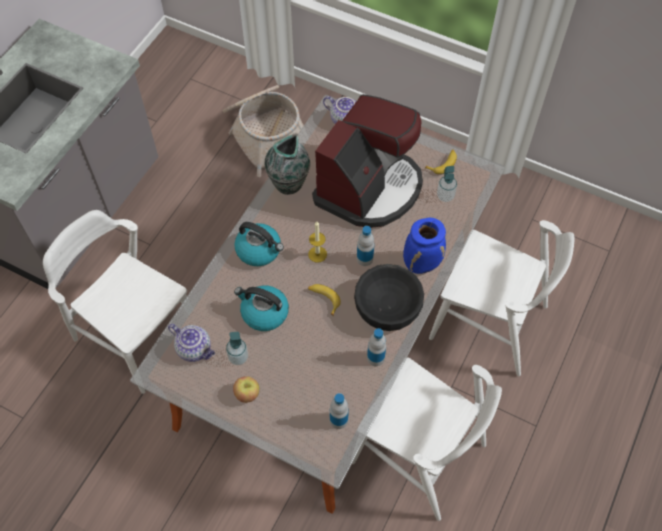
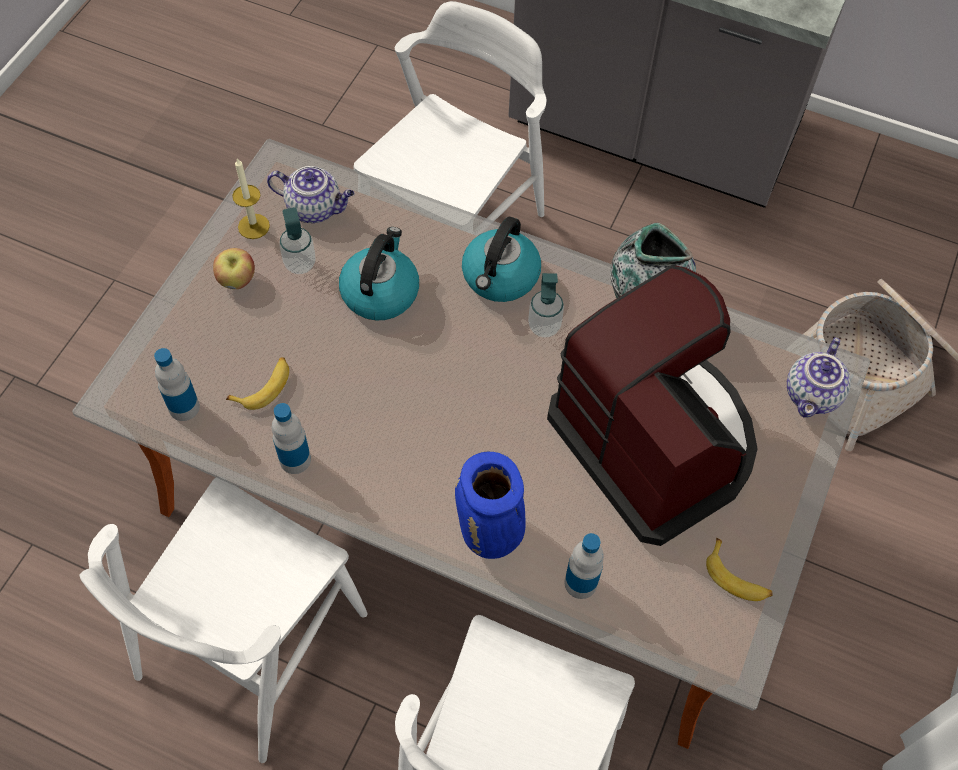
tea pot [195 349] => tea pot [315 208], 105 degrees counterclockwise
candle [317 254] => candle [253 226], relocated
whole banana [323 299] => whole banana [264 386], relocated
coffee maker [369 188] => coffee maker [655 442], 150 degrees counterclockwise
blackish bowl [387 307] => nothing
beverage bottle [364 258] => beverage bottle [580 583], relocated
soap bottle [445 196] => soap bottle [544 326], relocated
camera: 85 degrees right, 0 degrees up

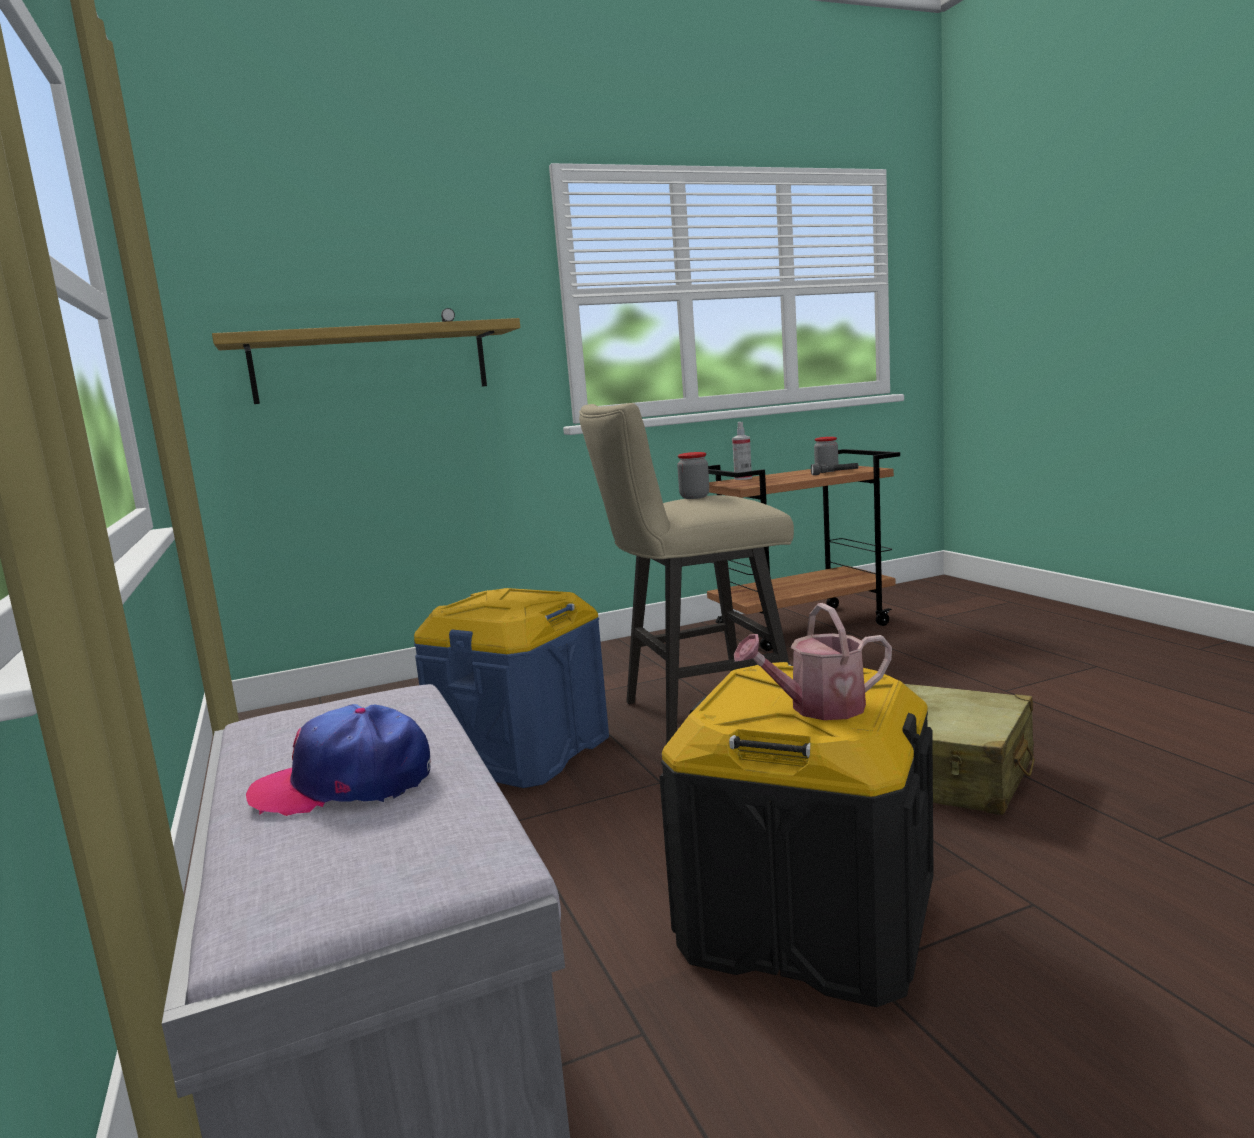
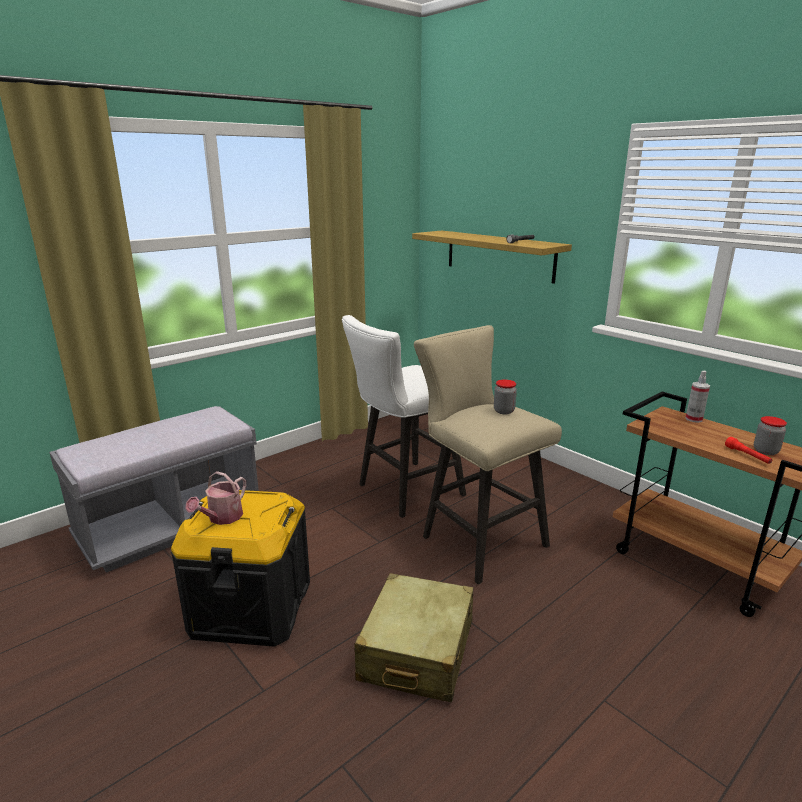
baseball cap [345 783] => nothing
blue-coloured storage container [521 751] => white sitting stool [404 491]
sprinkling can [818 708] => sprinkling can [222 518], 120 degrees counterclockwise
grey hand torch [835 473] => reddish hand torch [747 456]
camera: 70 degrees right, 10 degrees up

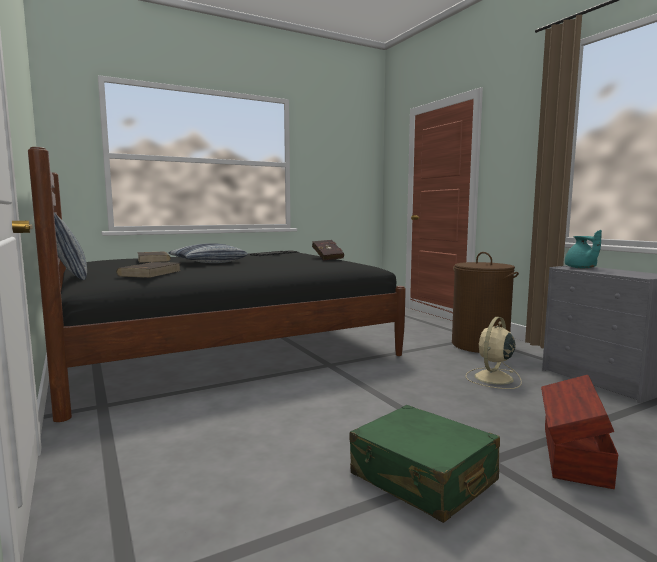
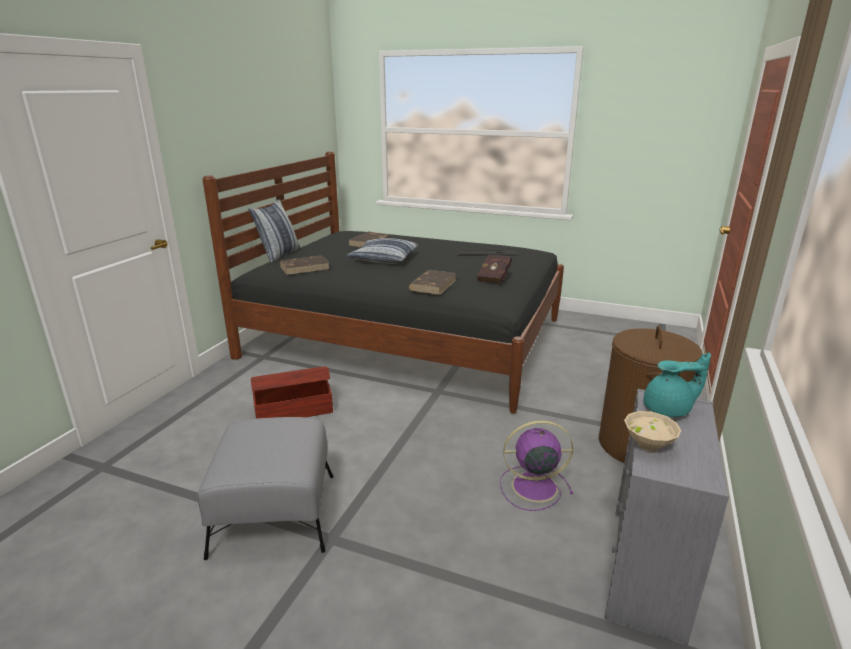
green-coloured piece of luggage [422 478] => grey pouffe [274 514]
beige-coloured cooling fan [493 378] => purplish cooling fan [532 487]
brown-coloured storage container [573 455] => brown-coloured storage container [293 409], relocated
turquoise tea pot [581 268] => turquoise tea pot [669 410], 135 degrees counterclockwise
nothing => brown-coloured book [433 285]
nothing => beige-coloured bowl [649 445]
camera: 50 degrees right, 15 degrees up

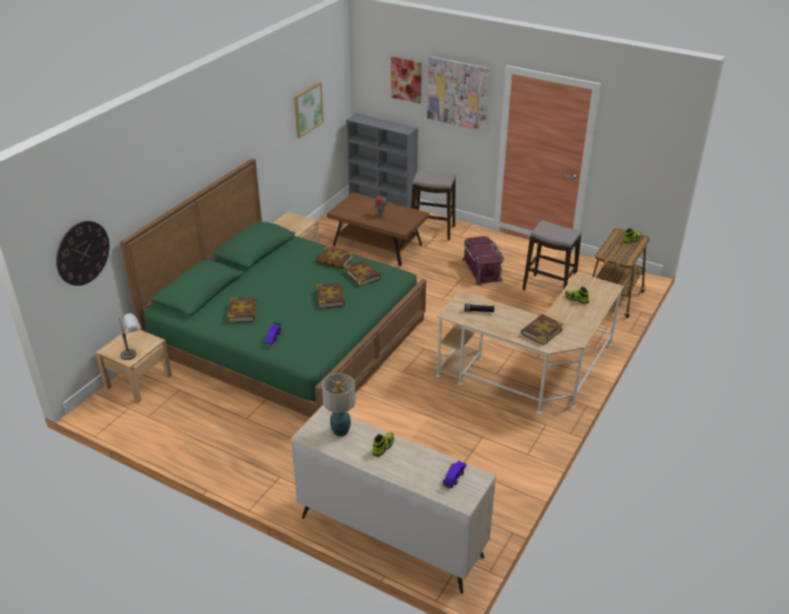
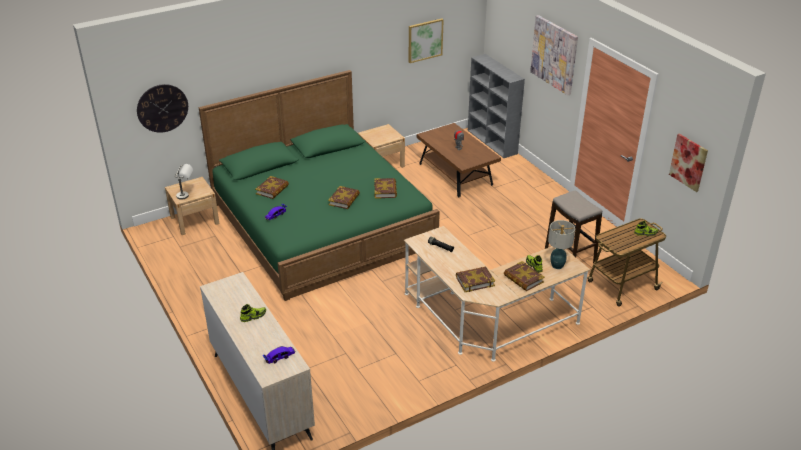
book [334 260] => book [523 279], relocated
tabletop lamp [340 431] => tabletop lamp [557 265], relocated
wall picture [406 79] => wall picture [688 162], relocated
sitting stool [432 231] => nothing
reddish storage container [482 269] => nothing
camera: 30 degrees right, 0 degrees up

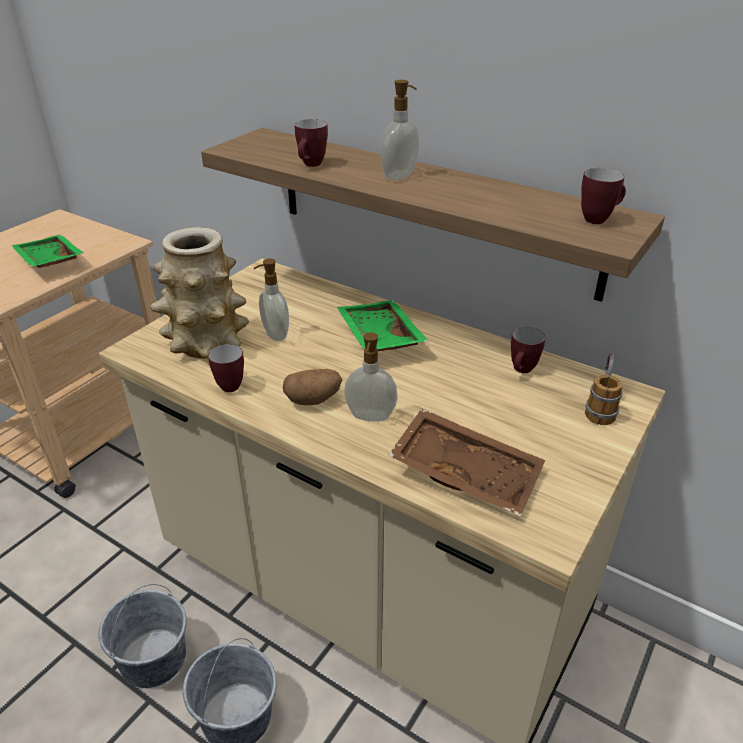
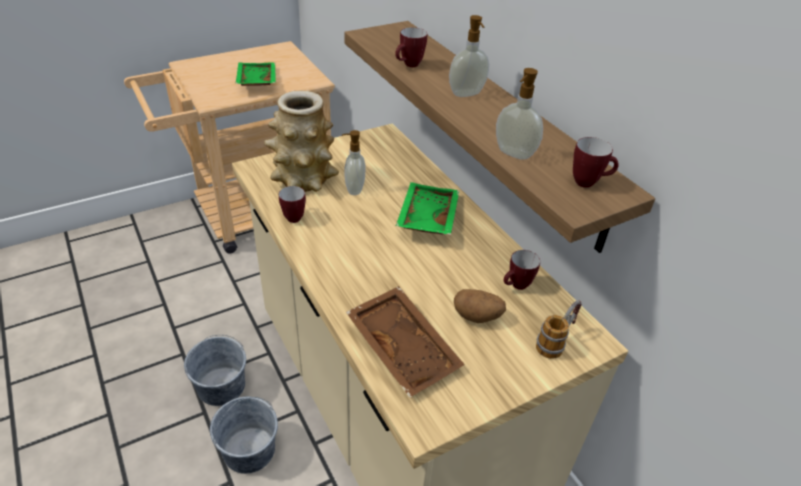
potato [313 400] => potato [477 316], relocated
soap bottle [370 417] => soap bottle [513 154], relocated
camera: 25 degrees right, 5 degrees up

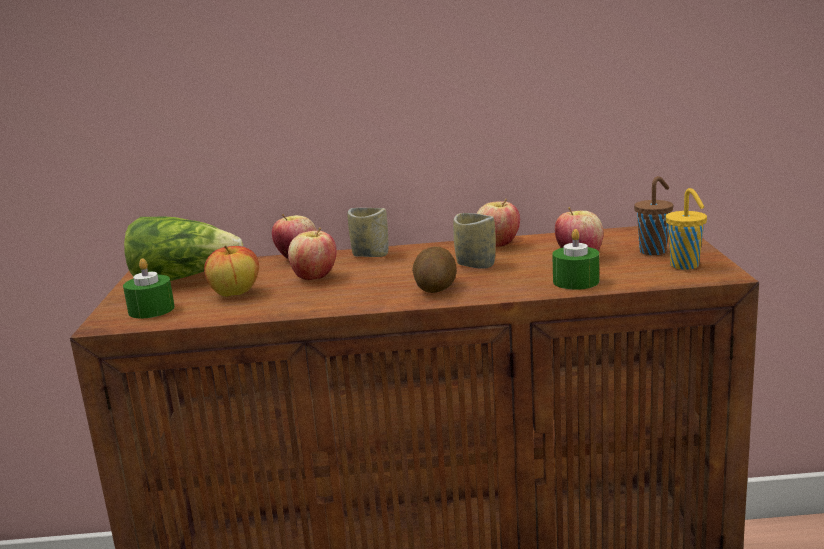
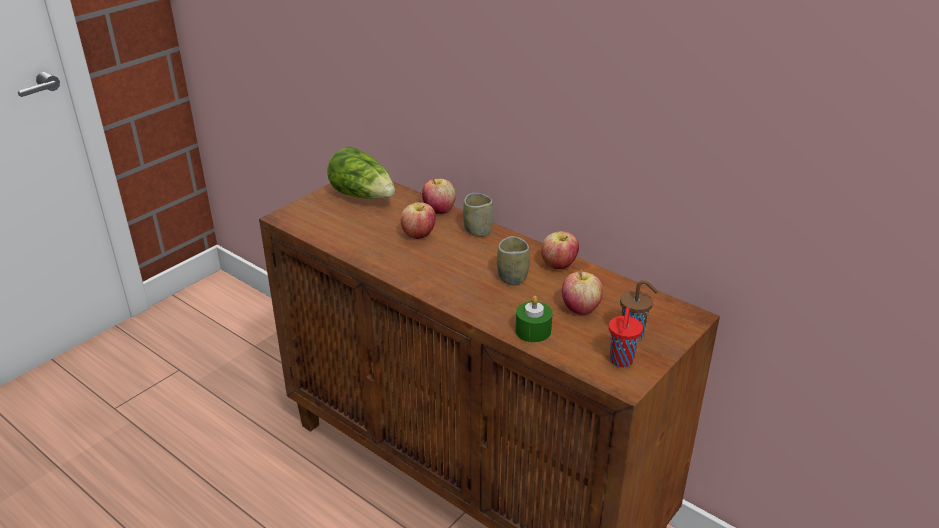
green-coloured candle [151 310] => nothing
whole apple [235 293] => nothing
potato [435 287] => nothing
yellow-coloured cup [686 266] => reddish cup [621 361]
camera: 40 degrees right, 15 degrees up

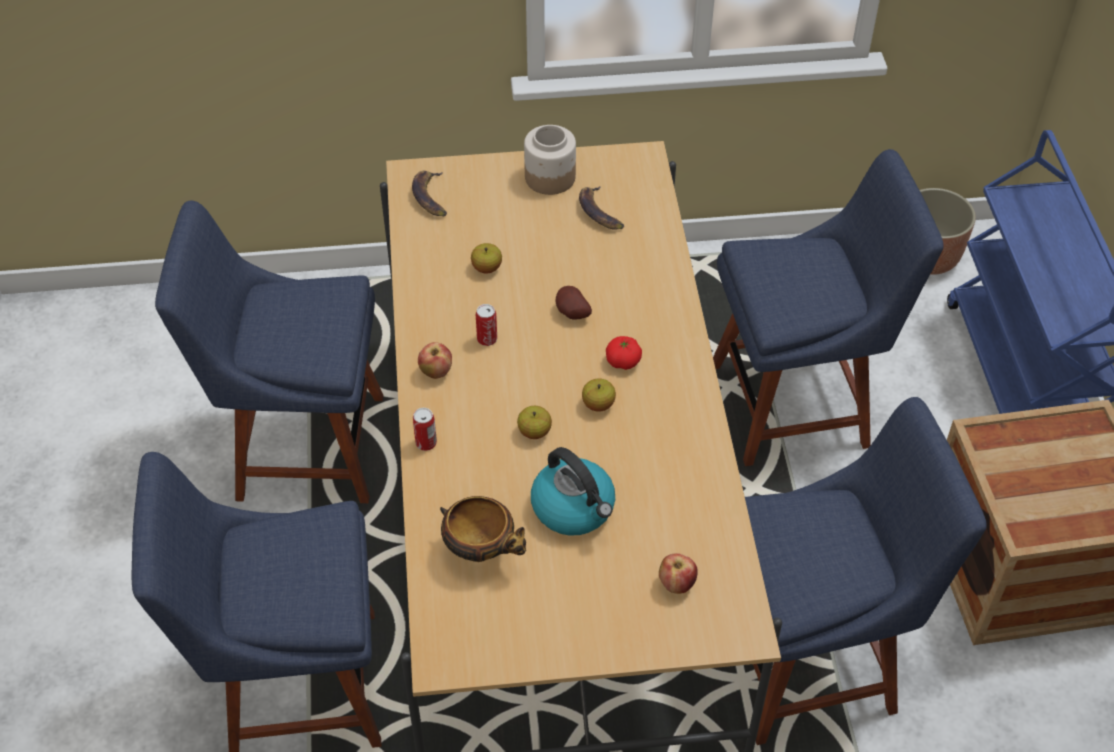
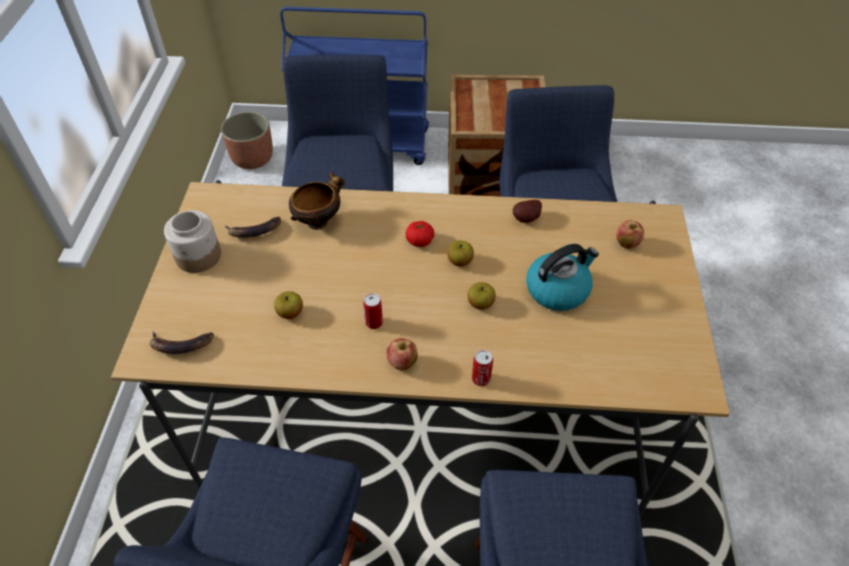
bowl [482 551] => bowl [319 221], relocated
potato [571 314] => potato [527 219], relocated
camera: 80 degrees left, 0 degrees up

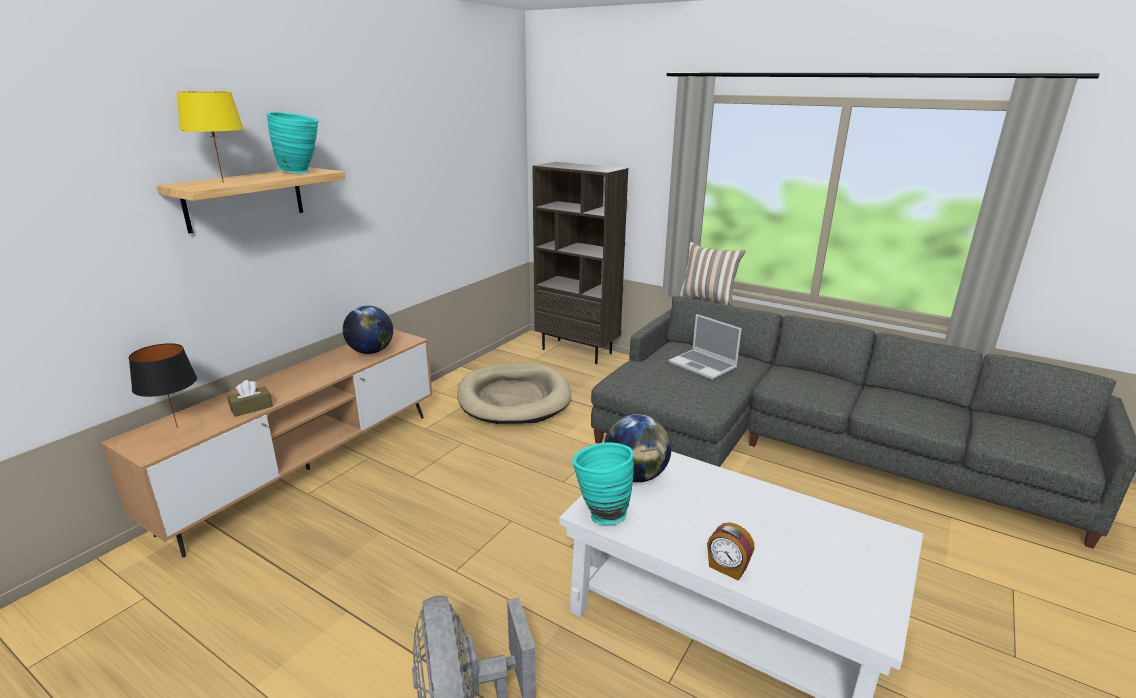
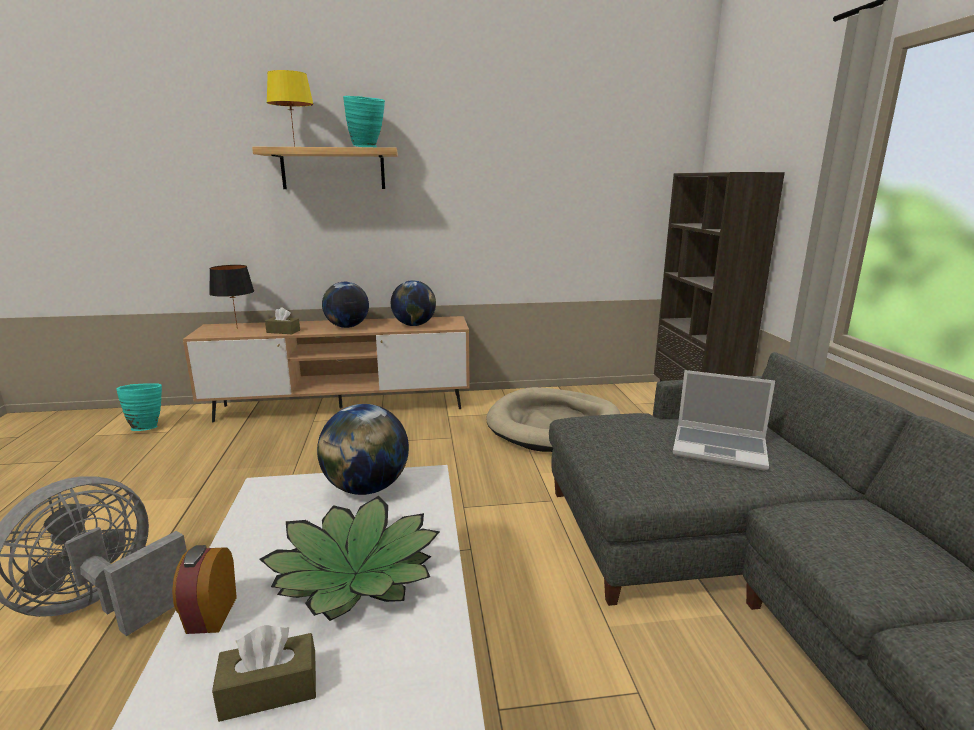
turquoise flower vase [600 513] => turquoise flower vase [147 427], relocated
laptop [703 366] => laptop [720 448], 75 degrees counterclockwise
pillow [708 298] => nothing
nothing => brown-coloured tissue box [269 690]
nothing => potted plant [355 574]
nothing => desk globe [347 327]
camera: 50 degrees right, 5 degrees down

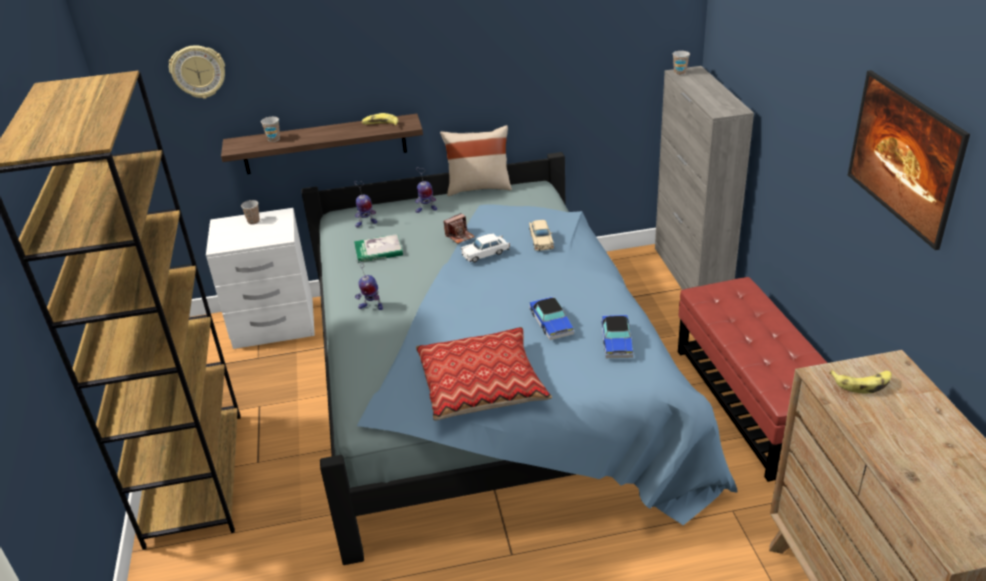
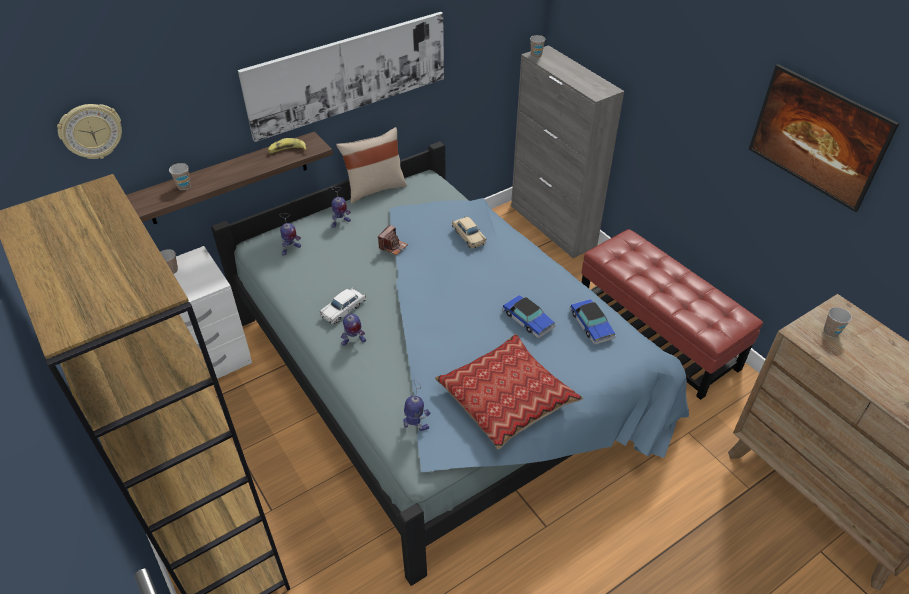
book [378 251] => nothing
white model car [485 253] => white model car [343 309], relocated
whole banana [862 383] => cup [831 332]
nothing => wall picture [348 73]
nothing => robot figure [416 425]
camera: 25 degrees left, 10 degrees up

